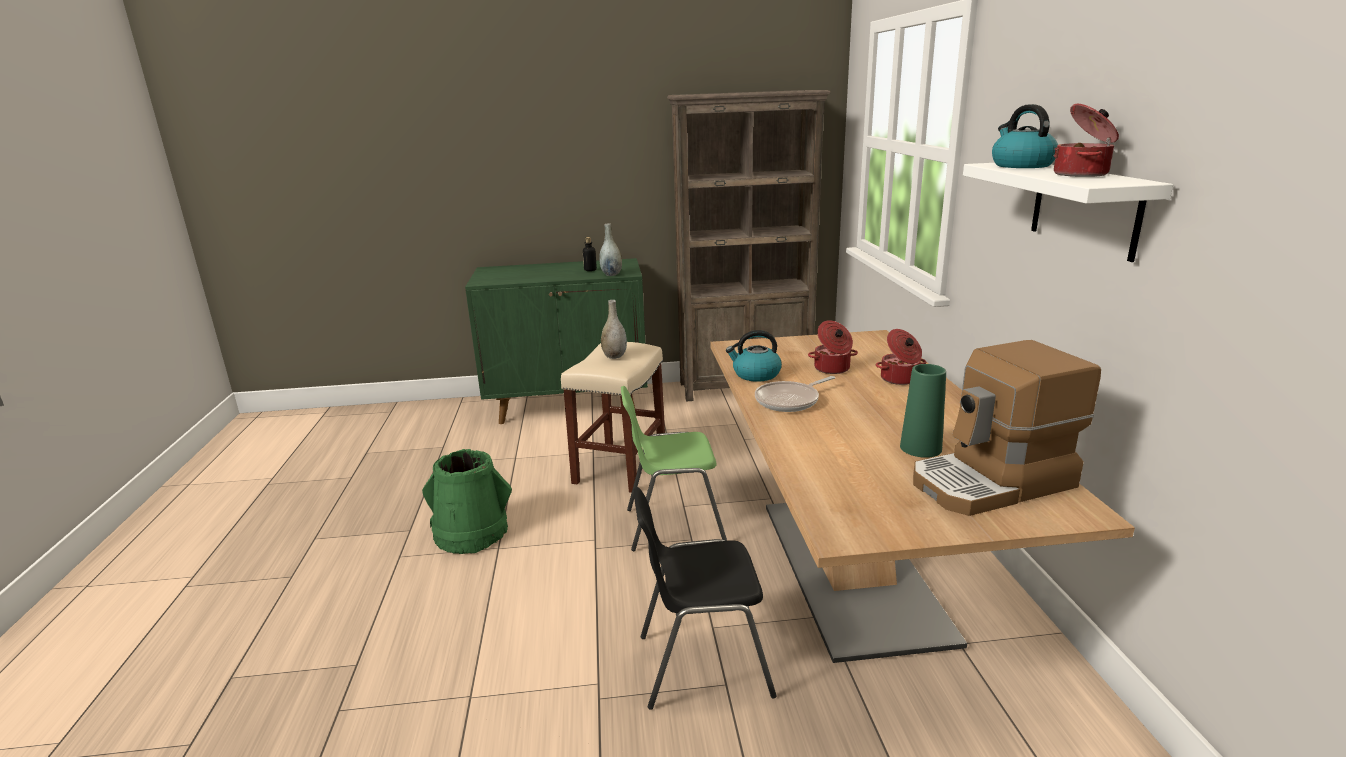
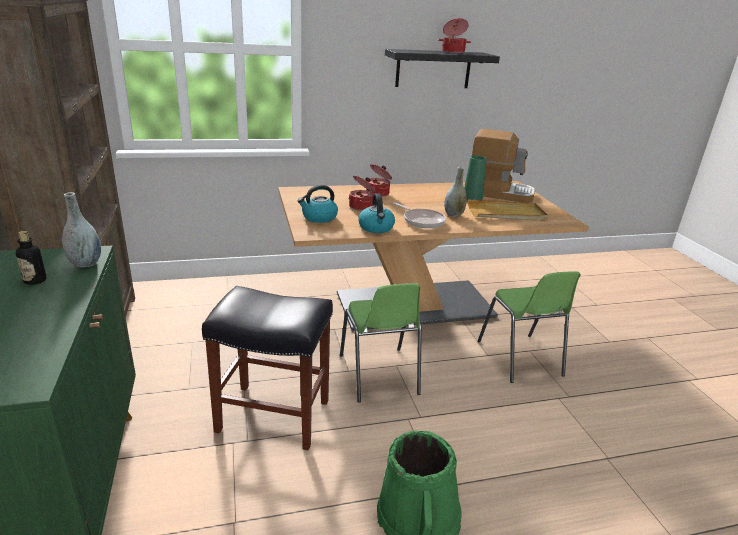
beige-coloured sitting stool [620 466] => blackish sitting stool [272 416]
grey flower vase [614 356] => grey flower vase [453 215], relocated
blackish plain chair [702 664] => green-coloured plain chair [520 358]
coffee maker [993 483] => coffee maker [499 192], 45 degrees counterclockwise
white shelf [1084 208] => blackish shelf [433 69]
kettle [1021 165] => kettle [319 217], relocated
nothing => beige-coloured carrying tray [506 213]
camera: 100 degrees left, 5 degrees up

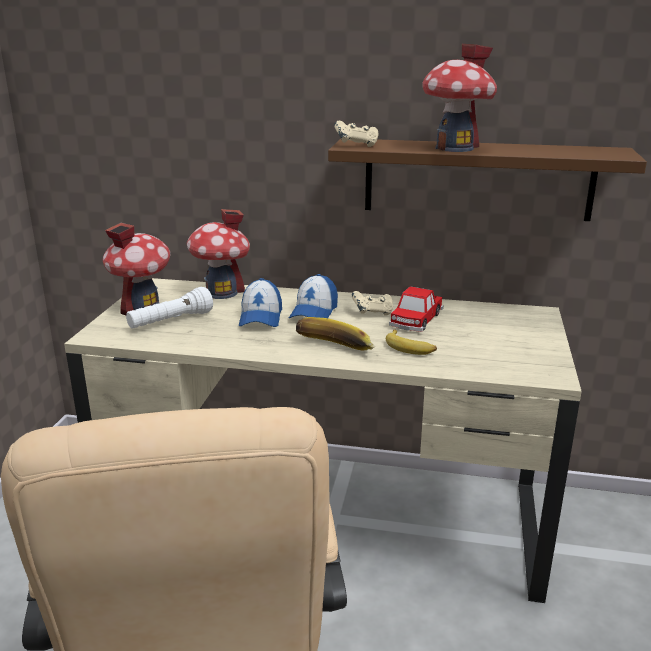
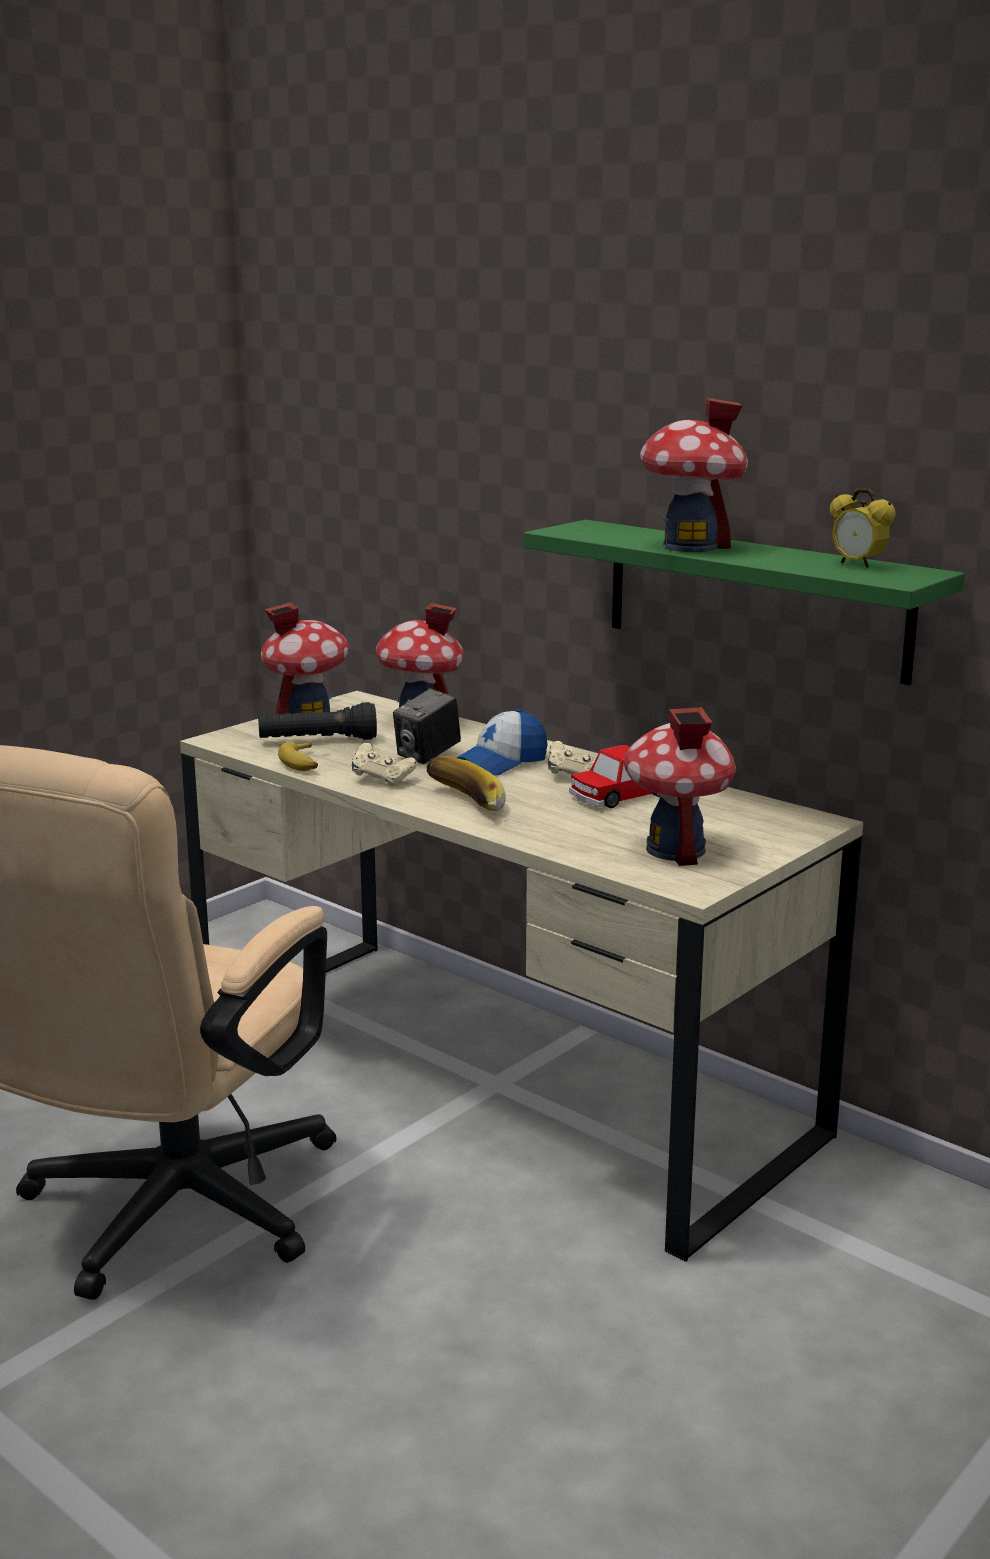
white hand torch [171 321] => blackish hand torch [318 741]
baseball cap [261 317] => still camera [427 756]
brown-coloured shelf [477 179] => green-coloured shelf [755 599]
beige-coloured joypad [356 145] => beige-coloured joypad [382 780], relocated
whole banana [410 348] => whole banana [303 763], relocated
nothing => miniature house [675 849]
nothing => table clock [858 564]
camera: 30 degrees right, 5 degrees down

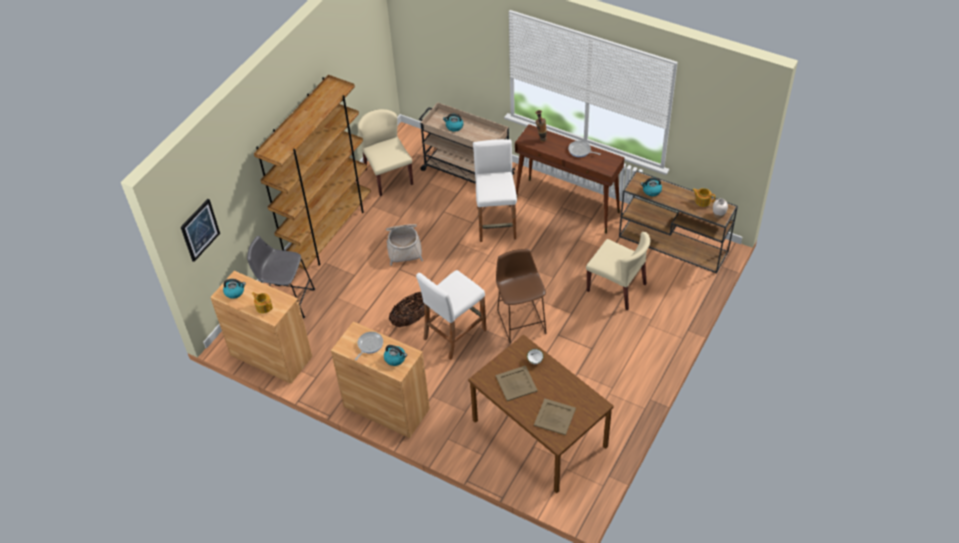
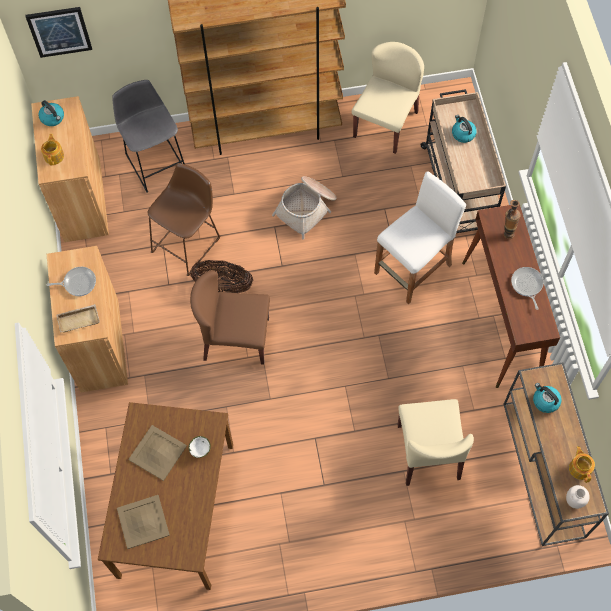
kettle [395 358] => beige-coloured carrying tray [79 319]
white sitting stool [454 334] => brown-coloured plain chair [235 339]
brown-coloured sitting stool [521 319] => brown-coloured sitting stool [188 242], relocated
camera: 50 degrees right, 15 degrees up

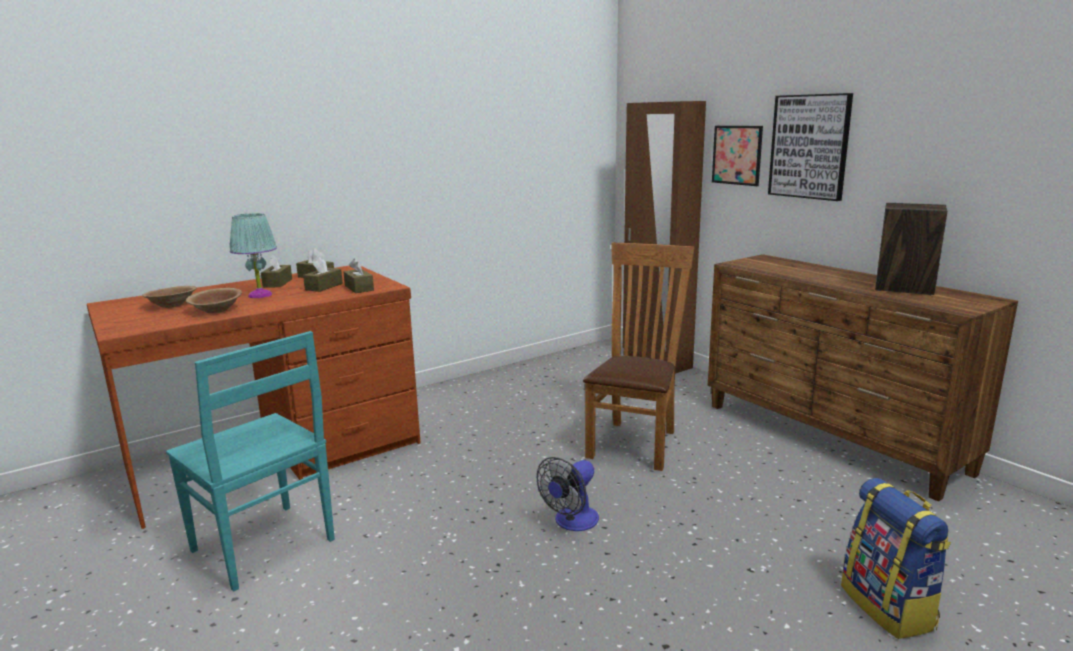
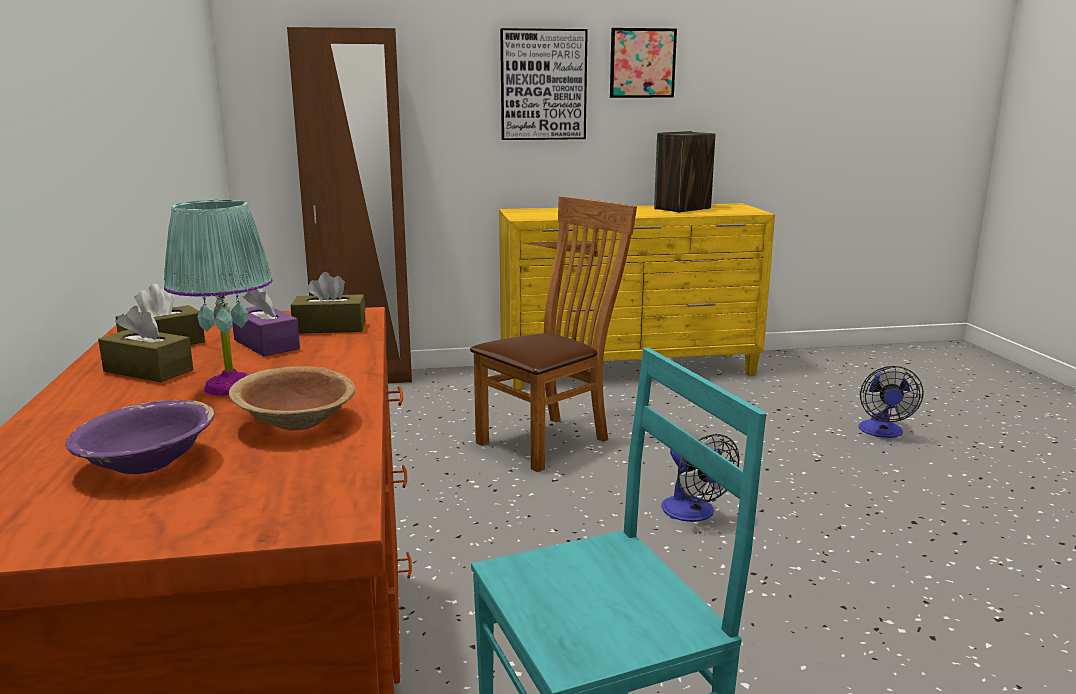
brown-coloured bowl [172 305] => purplish bowl [147 463]
brown-coloured tissue box [324 287] => purplish tissue box [266 344]
brown-coloured plain chair [636 442] => brown-coloured plain chair [550 440], 90 degrees clockwise
brown-coloured chest of drawers [830 438] => yellow-coloured chest of drawers [630 371]
wall picture [737 155] => wall picture [642 63], relocated
knapsack [889 607] => cooling fan [882 432]
camera: 65 degrees left, 0 degrees up

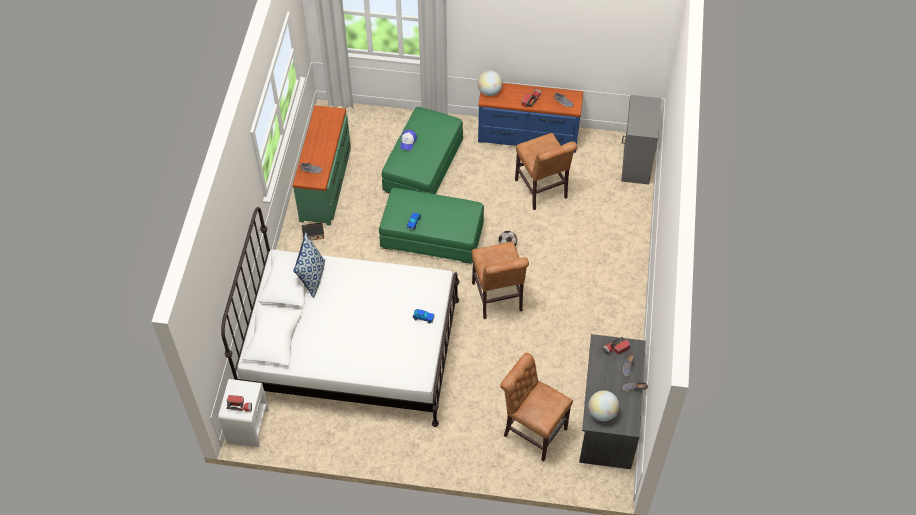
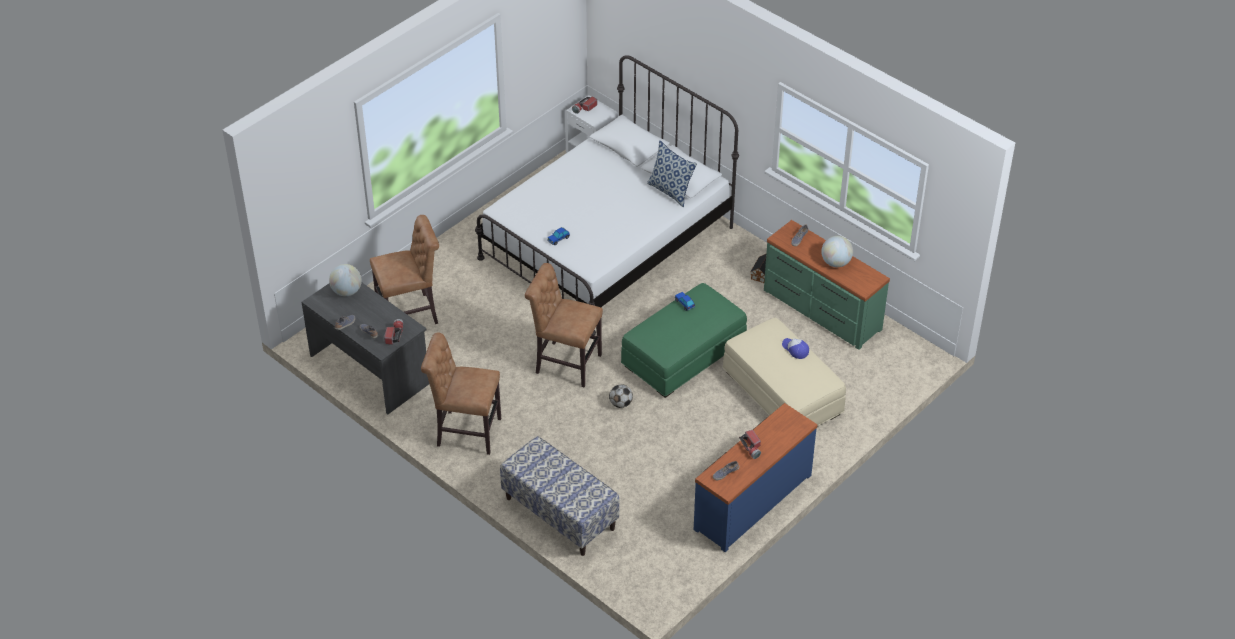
green-coloured pouffe [423 166] => beige-coloured pouffe [782 393]
desk globe [489 91] => desk globe [836 263], relocated
brown-coloured plain chair [542 191] => brown-coloured plain chair [465 431], relocated
grey cabinet [635 163] => nothing
nothing => indoor bench [559 513]
camera: 125 degrees right, 10 degrees down

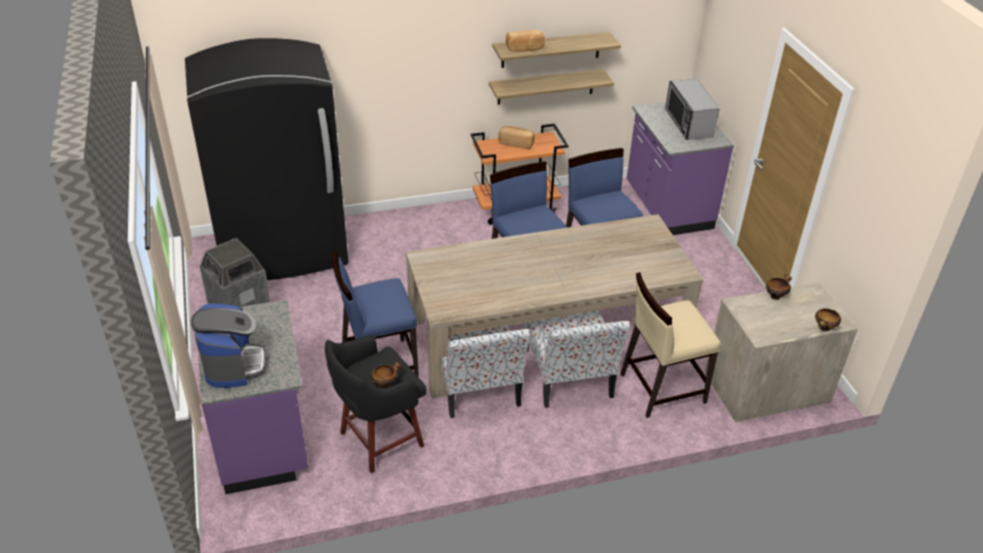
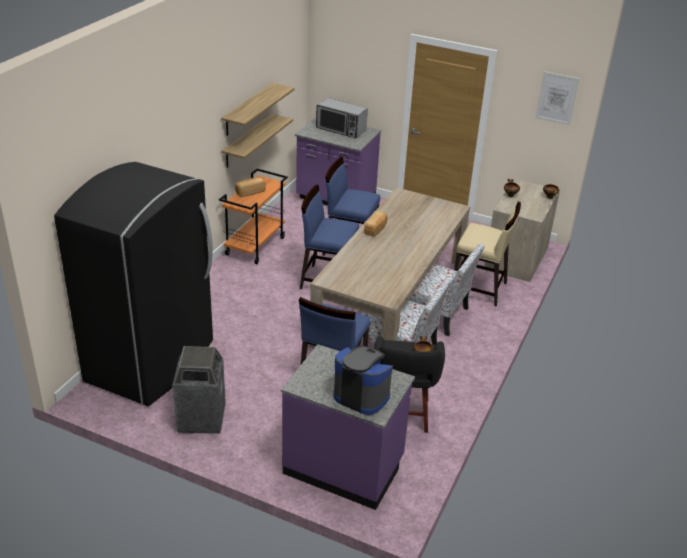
bakery bread [525 49] => bakery bread [376 229], relocated
beige-coloured plain chair [661 388] => beige-coloured plain chair [479 289], 90 degrees counterclockwise
nothing => wall picture [557 98]
camera: 50 degrees left, 5 degrees down

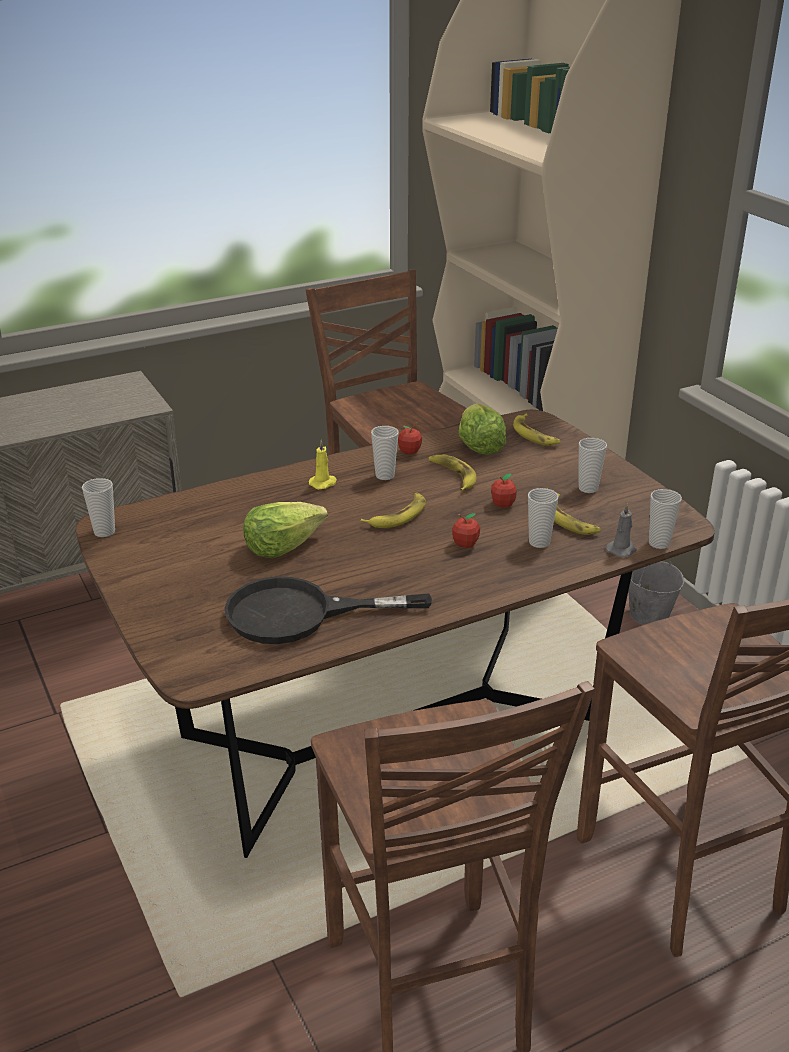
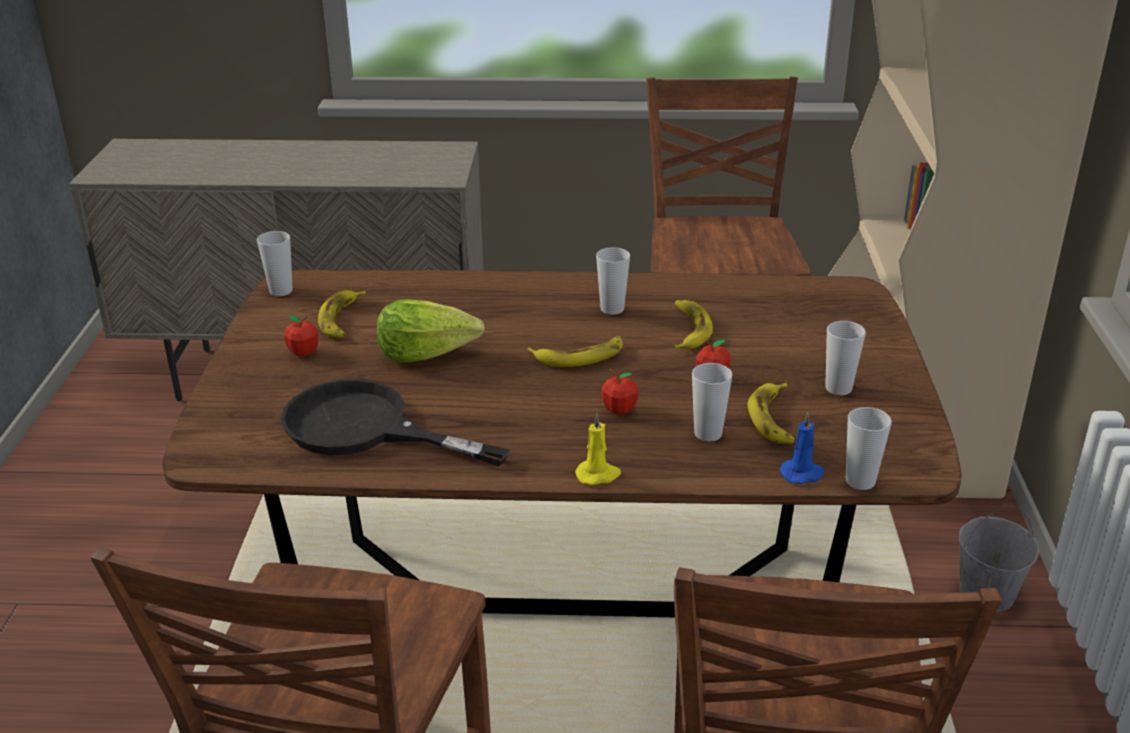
yellow-coloured candle [323 483] => yellow-coloured candle [598 475], relocated
whole apple [409 452] => whole apple [303 352], relocated
lettuce head [479 445] => nothing
whole banana [534 435] => whole banana [341 319], relocated
grey candle [622 549] => blue-coloured candle [802 474]
camera: 30 degrees right, 0 degrees up

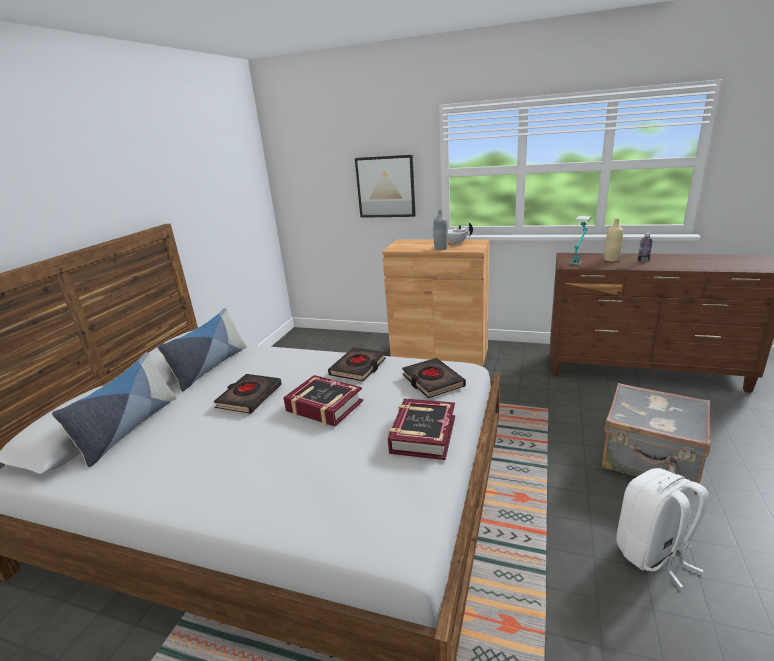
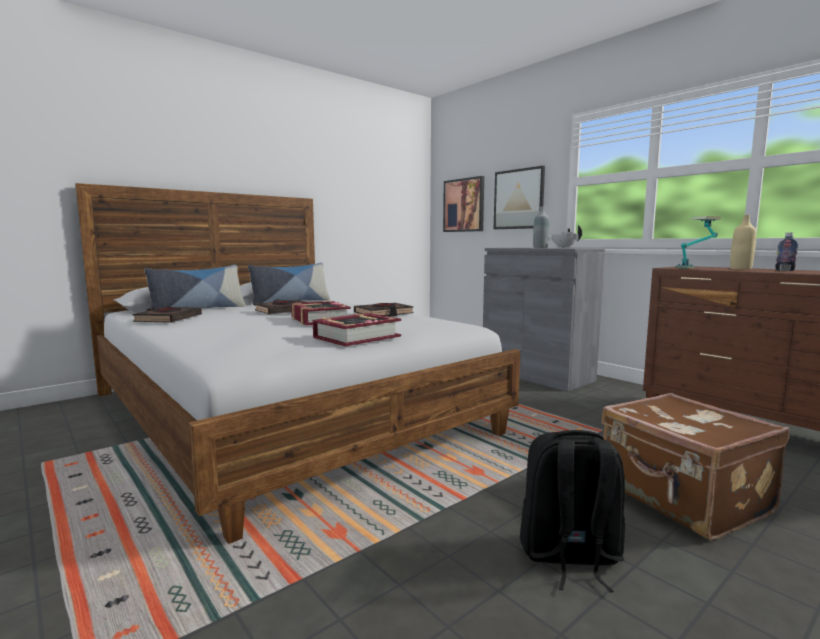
brown-coloured cabinet [439 355] => grey cabinet [536 375]
blackish book [432 381] => blackish book [168 319], relocated
grey piece of luggage [650 461] => brown-coloured piece of luggage [682 498]
white knapsack [653 552] => blackish knapsack [569 557]
nothing => wall picture [464 205]
camera: 30 degrees right, 15 degrees down

